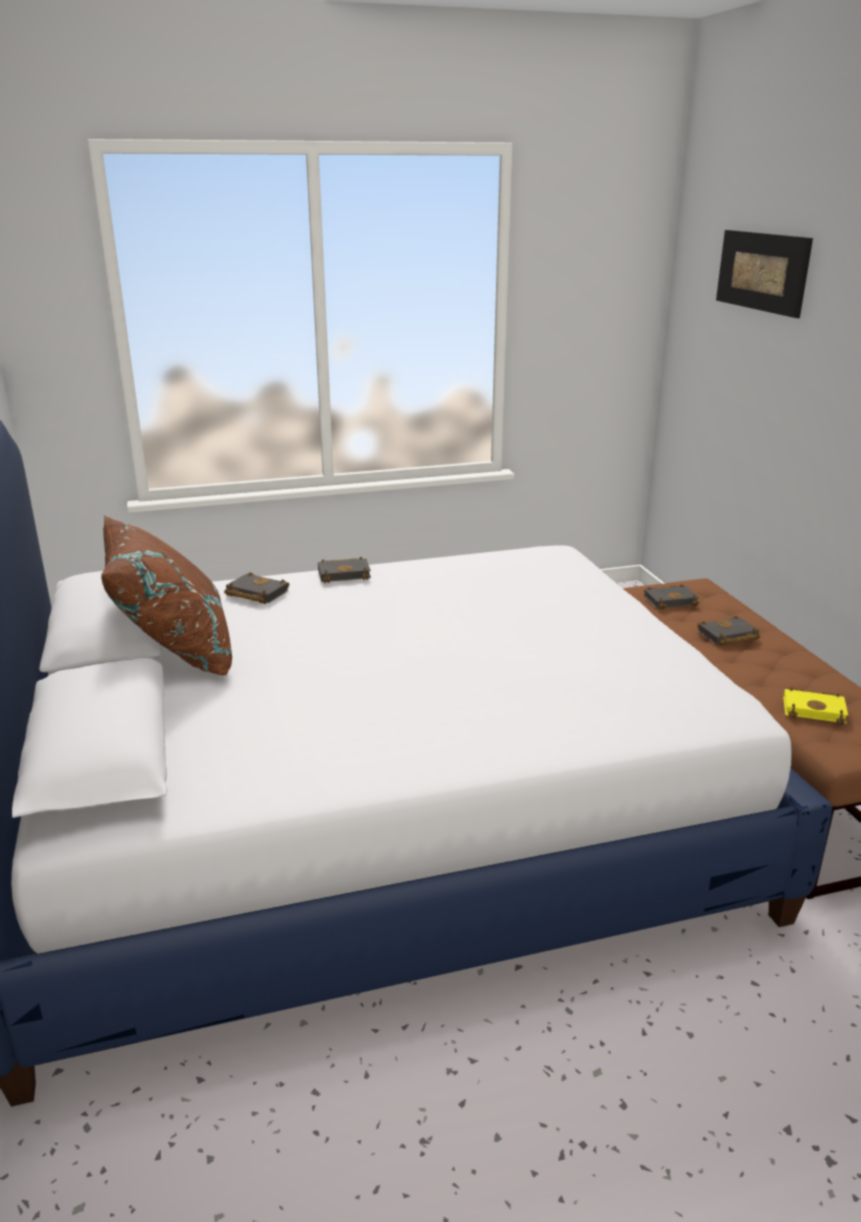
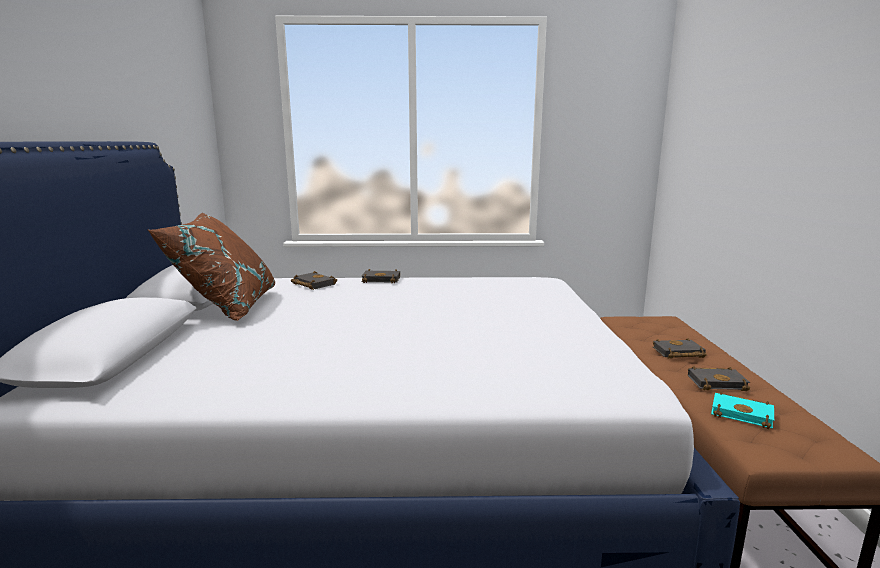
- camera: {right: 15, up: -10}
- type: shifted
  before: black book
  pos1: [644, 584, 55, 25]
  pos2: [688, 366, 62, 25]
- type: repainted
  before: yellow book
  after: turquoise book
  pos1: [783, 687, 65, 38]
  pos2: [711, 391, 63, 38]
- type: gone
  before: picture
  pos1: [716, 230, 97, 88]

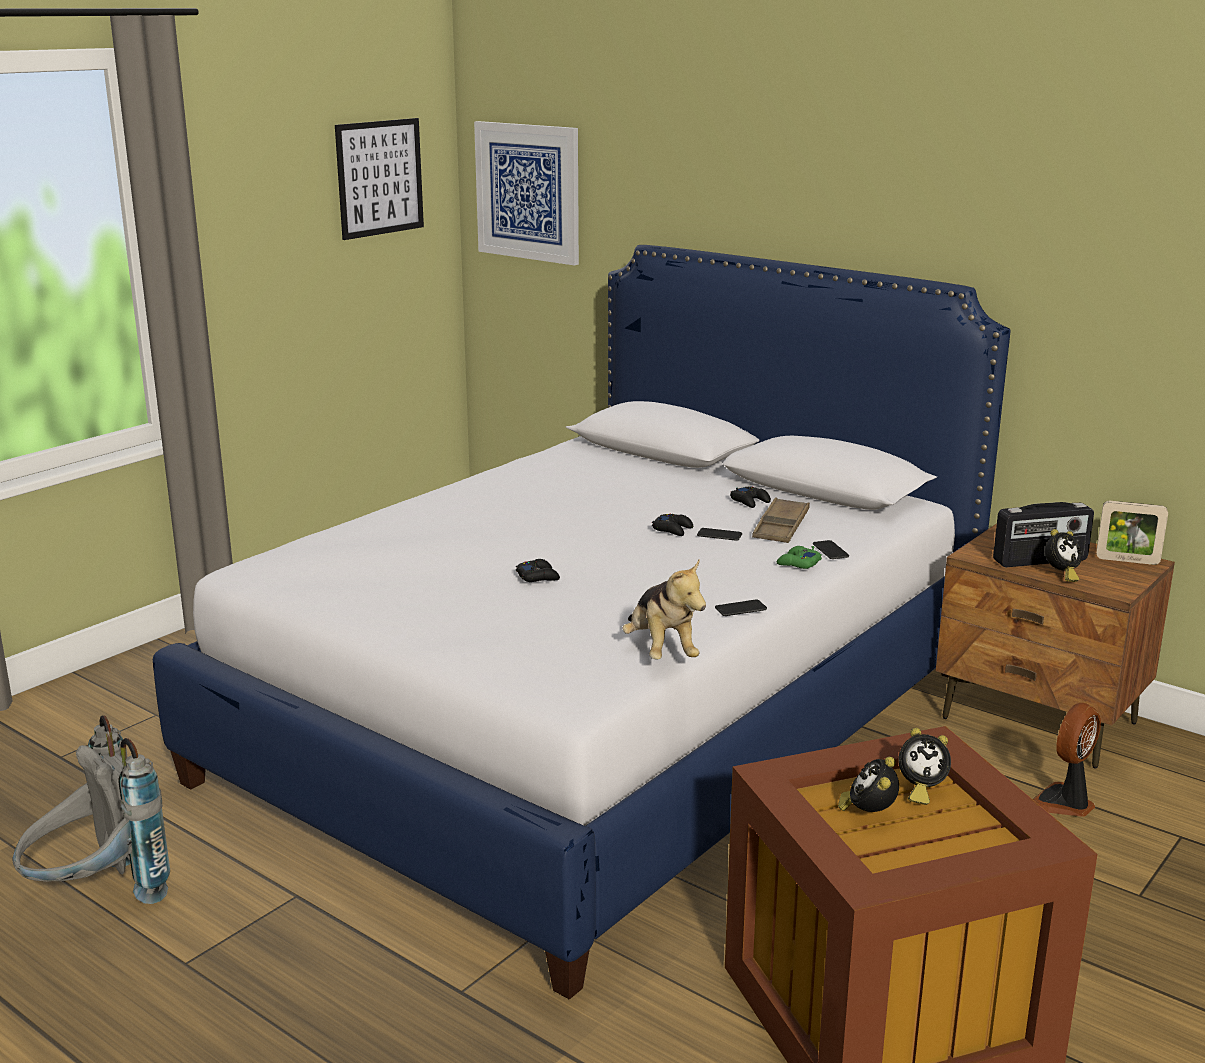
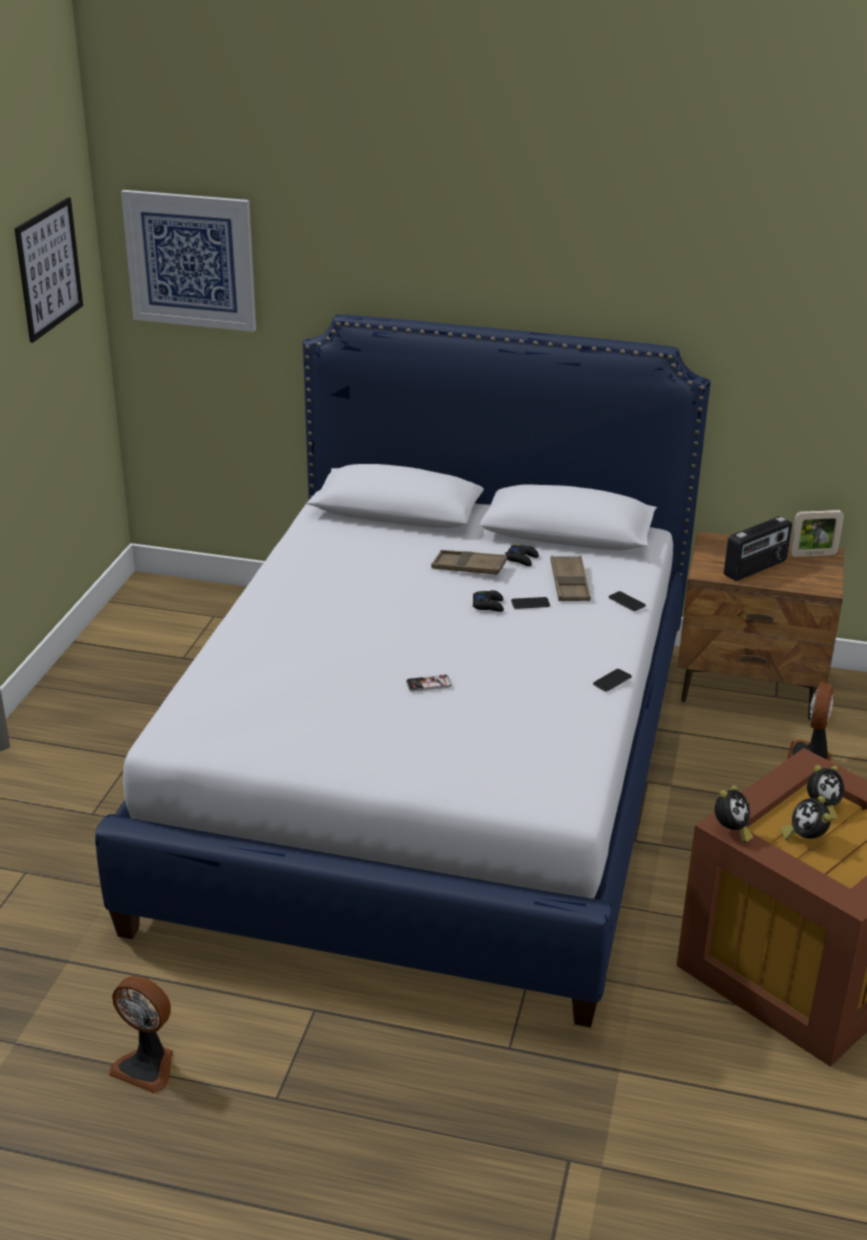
- camera: {right: -25, up: 10}
- type: swapped
  before: grey backpack
  after: fan
  pos1: [12, 715, 158, 189]
  pos2: [109, 976, 64, 117]
- type: swapped
  before: black game controller
  after: phone
  pos1: [516, 559, 44, 23]
  pos2: [406, 674, 46, 18]
- type: new
  after: brown tray
  pos2: [431, 550, 76, 25]
- type: shifted
  before: alarm clock
  pos1: [1045, 529, 37, 53]
  pos2: [715, 785, 38, 58]
- type: gone
  before: plush toy
  pos1: [622, 560, 84, 100]
- type: gone
  before: green game controller
  pos1: [777, 546, 45, 23]

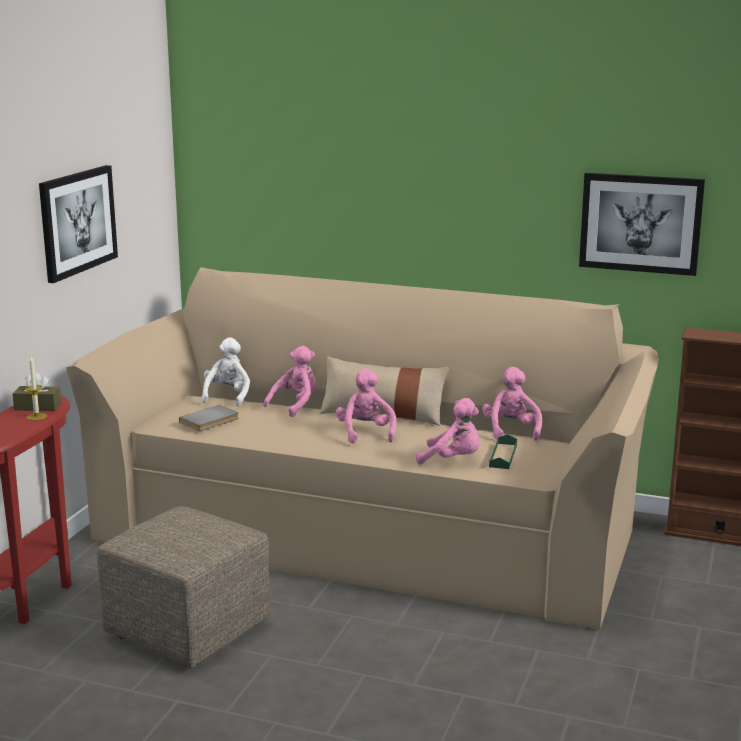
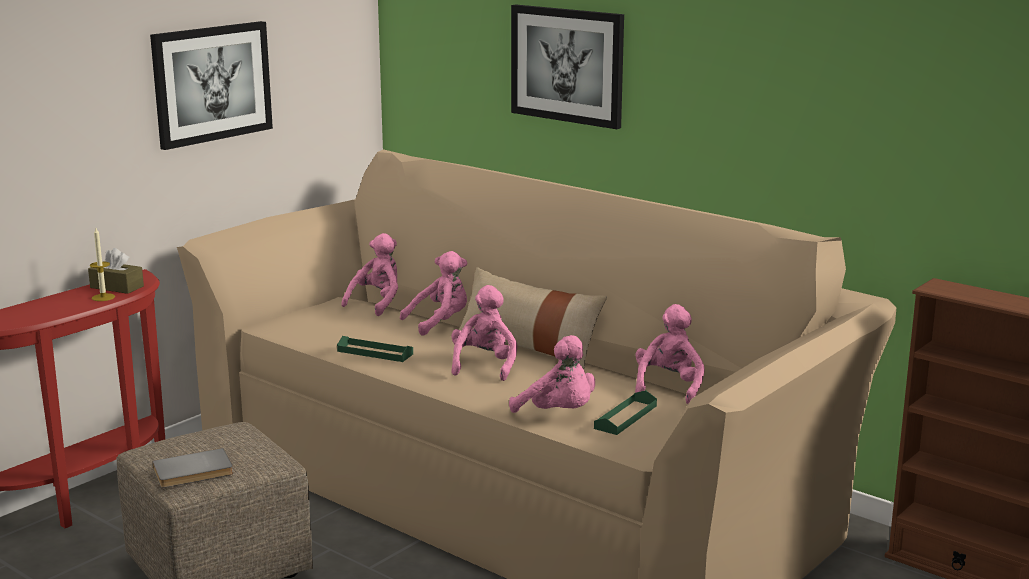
- camera: {right: 20, up: 0}
- type: shifted
  before: grey book
  pos1: [179, 405, 60, 26]
  pos2: [152, 448, 81, 40]
- type: new
  after: green tray
  pos2: [337, 336, 76, 26]
- type: repainted
  before: white plush toy
  after: pink plush toy
  pos1: [202, 337, 48, 70]
  pos2: [341, 233, 57, 83]
- type: shifted
  before: picture
  pos1: [579, 173, 126, 103]
  pos2: [511, 5, 113, 124]

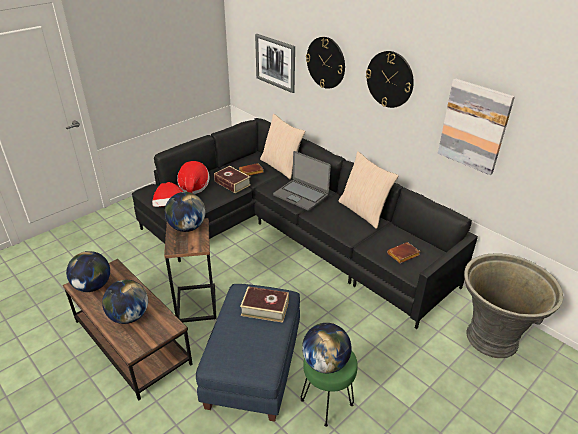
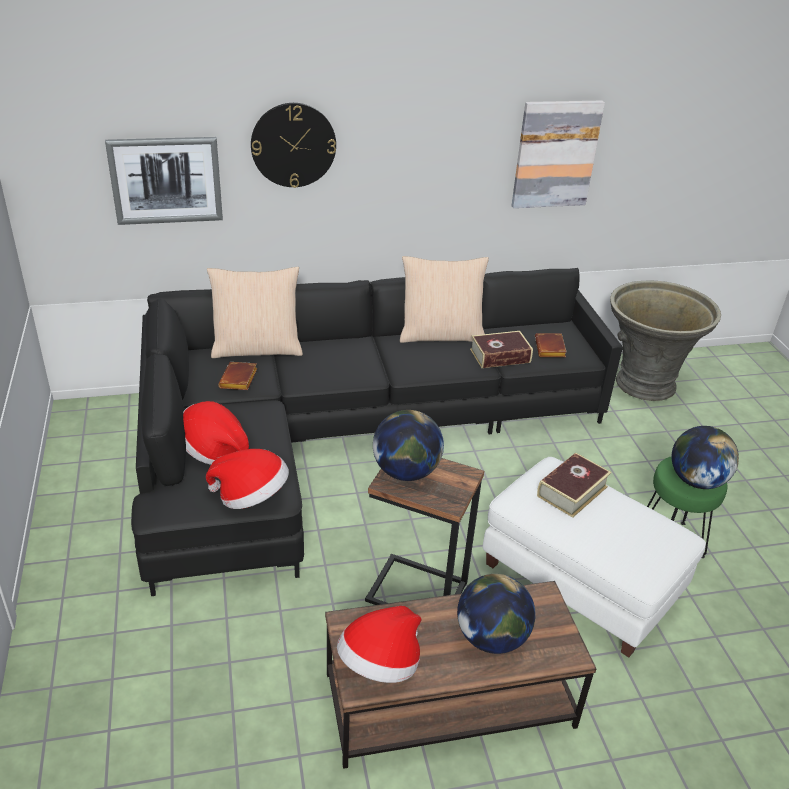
- camera: {right: -60, up: 0}
- type: swapped
  before: globe
  after: hat
  pos1: [66, 251, 44, 41]
  pos2: [337, 606, 85, 77]
- type: shifted
  before: book
  pos1: [214, 166, 37, 27]
  pos2: [470, 331, 63, 37]
- type: repainted
  before: blue ottoman
  after: white ottoman
  pos1: [196, 284, 104, 138]
  pos2: [483, 457, 223, 200]
- type: gone
  before: laptop
  pos1: [273, 151, 58, 60]
- type: gone
  before: wall clock
  pos1: [366, 51, 48, 57]

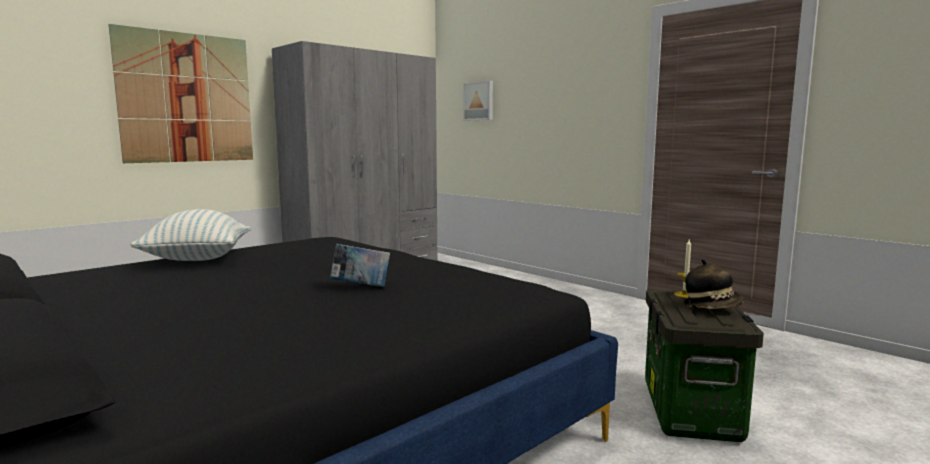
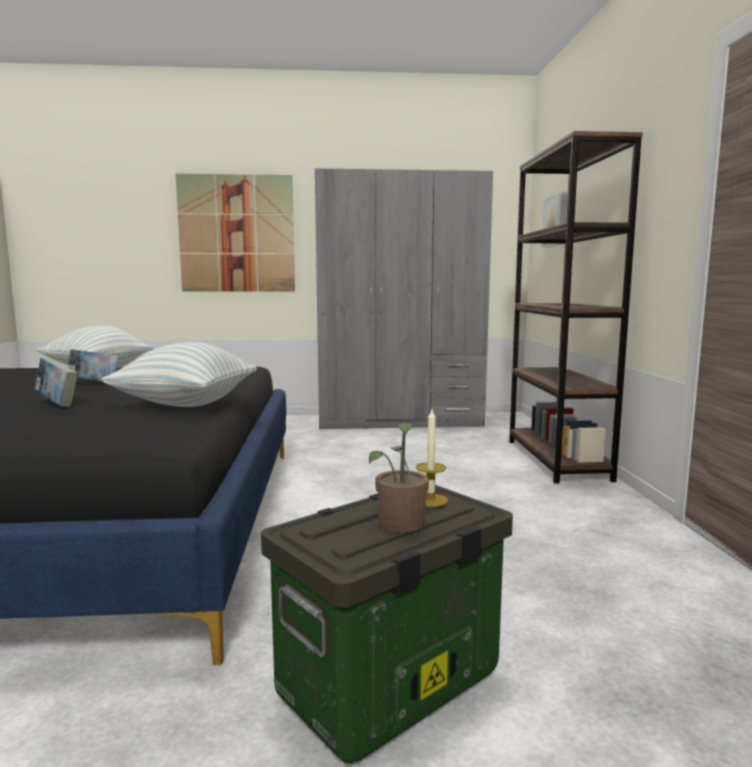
- camera: {right: 40, up: 0}
- type: new
  after: book
  pos2: [68, 349, 50, 32]
- type: new
  after: pillow
  pos2: [101, 342, 156, 65]
- type: swapped
  before: hat
  after: potted plant
  pos1: [683, 259, 61, 50]
  pos2: [369, 423, 60, 109]
- type: new
  after: brown bookcase
  pos2: [509, 131, 134, 353]

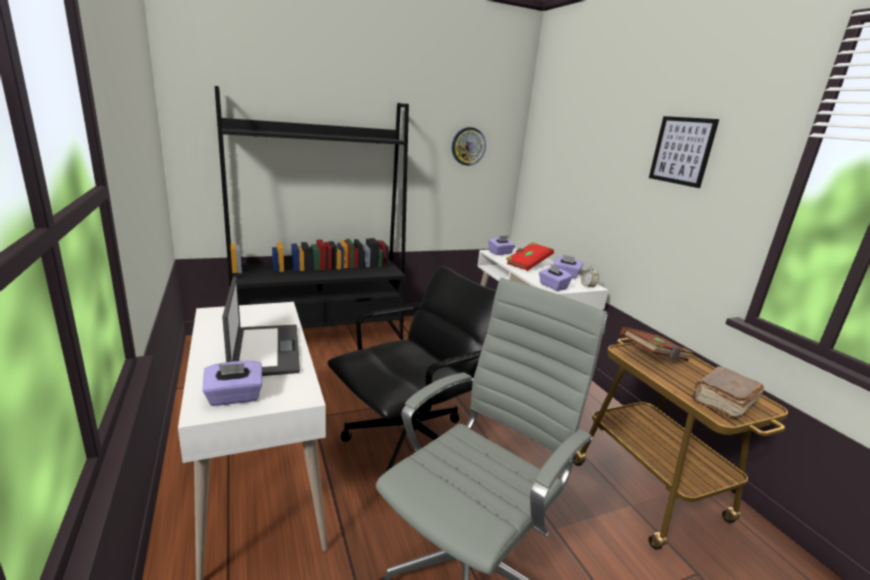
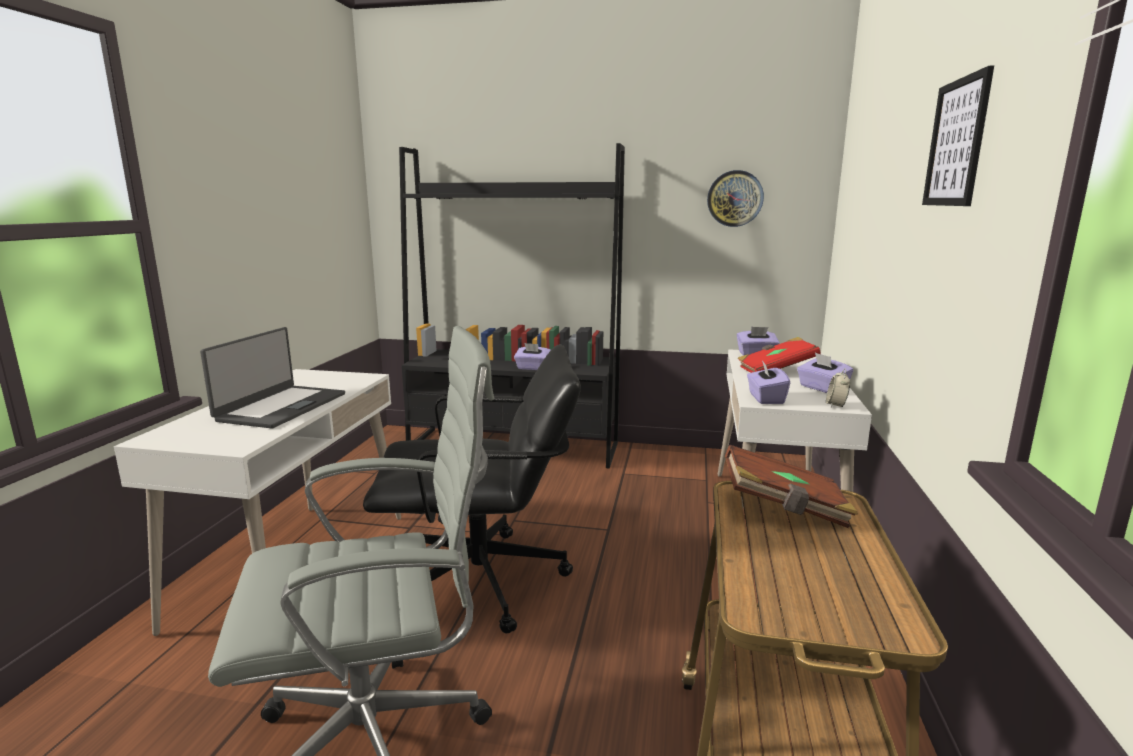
- camera: {right: 35, up: -5}
- type: shifted
  before: purple tissue box
  pos1: [203, 361, 59, 45]
  pos2: [514, 343, 37, 27]
- type: gone
  before: brown book
  pos1: [691, 366, 73, 53]

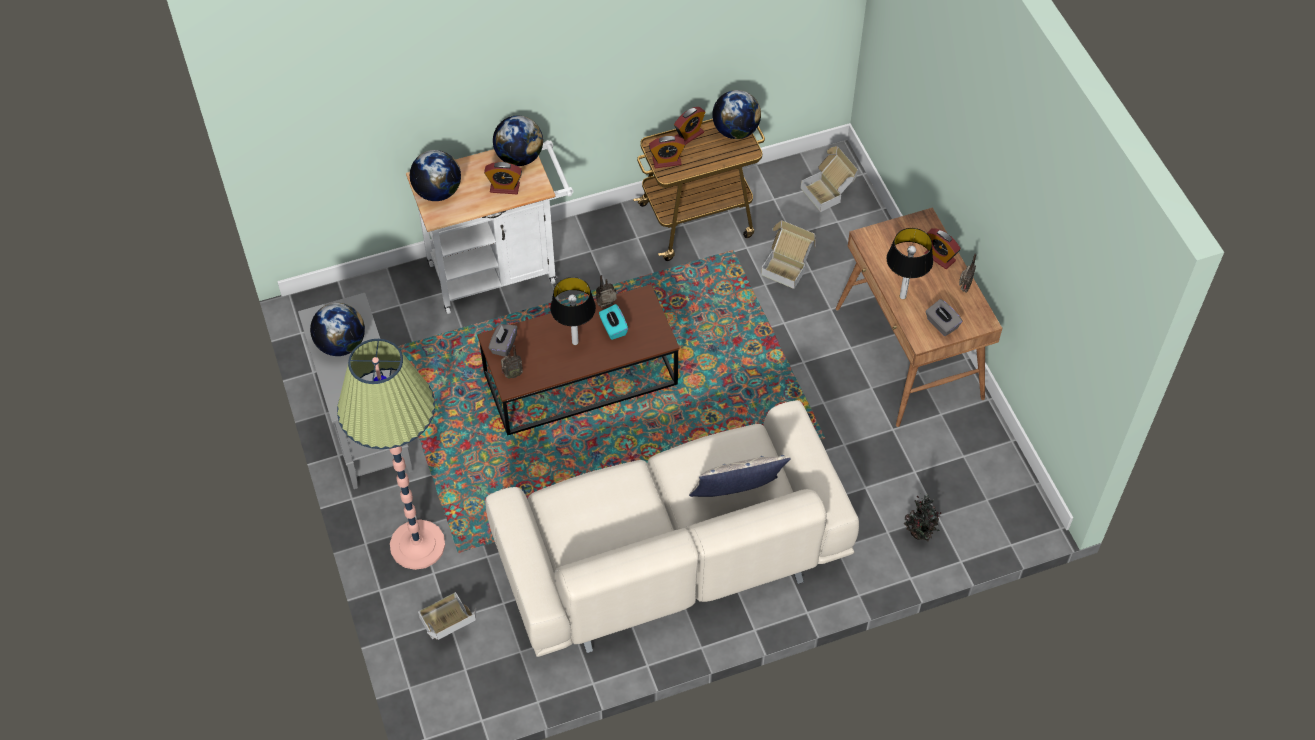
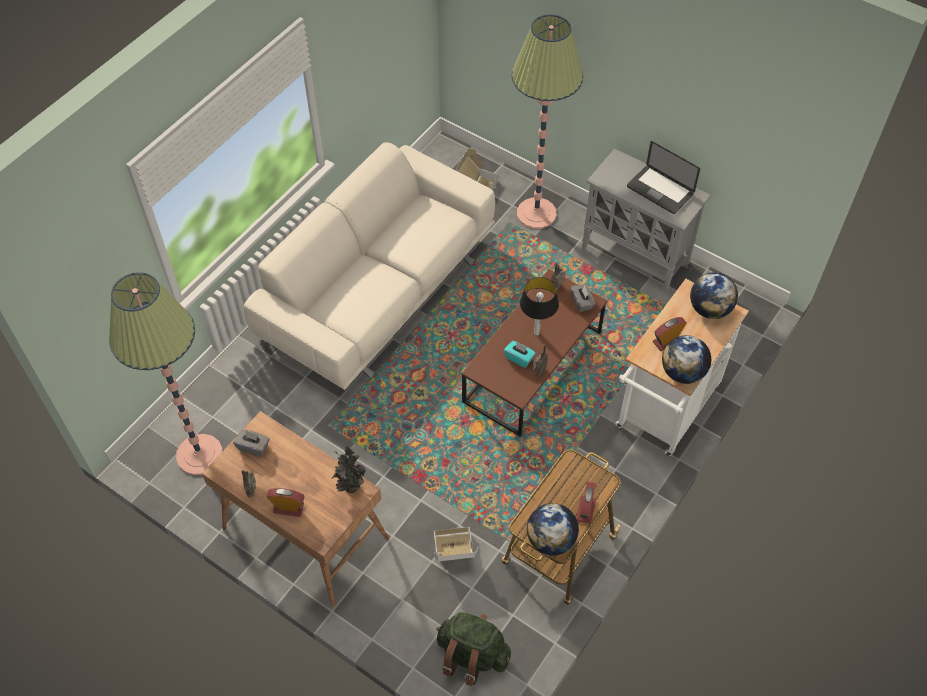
- camera: {right: 145, up: 0}
- type: new
  after: floor lamp
  pos2: [109, 272, 114, 203]
- type: shifted
  before: potted plant
  pos1: [904, 494, 37, 48]
  pos2: [331, 446, 35, 47]
- type: swapped
  before: cardboard box
  after: green backpack
  pos1: [801, 146, 57, 66]
  pos2: [436, 612, 75, 74]
- type: swapped
  before: globe
  after: laptop
  pos1: [310, 303, 55, 53]
  pos2: [627, 141, 73, 73]
- type: gone
  before: alarm clock
  pos1: [649, 136, 36, 32]
- type: gone
  before: pillow
  pos1: [689, 455, 102, 42]
- type: gone
  before: table lamp
  pos1: [887, 228, 46, 71]

